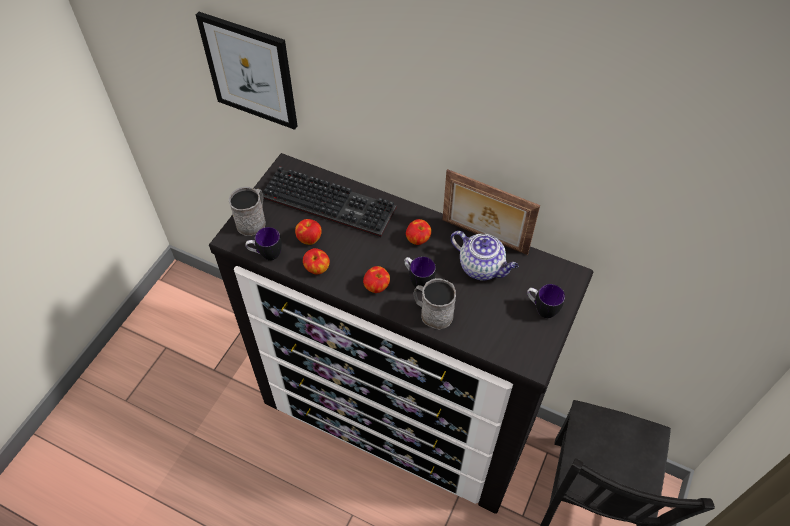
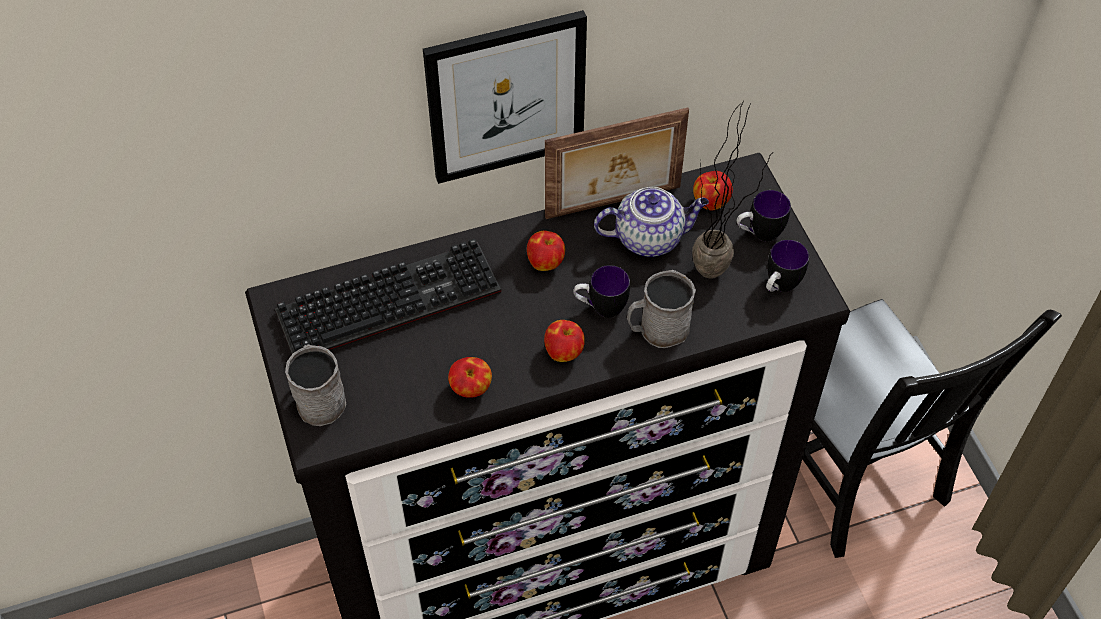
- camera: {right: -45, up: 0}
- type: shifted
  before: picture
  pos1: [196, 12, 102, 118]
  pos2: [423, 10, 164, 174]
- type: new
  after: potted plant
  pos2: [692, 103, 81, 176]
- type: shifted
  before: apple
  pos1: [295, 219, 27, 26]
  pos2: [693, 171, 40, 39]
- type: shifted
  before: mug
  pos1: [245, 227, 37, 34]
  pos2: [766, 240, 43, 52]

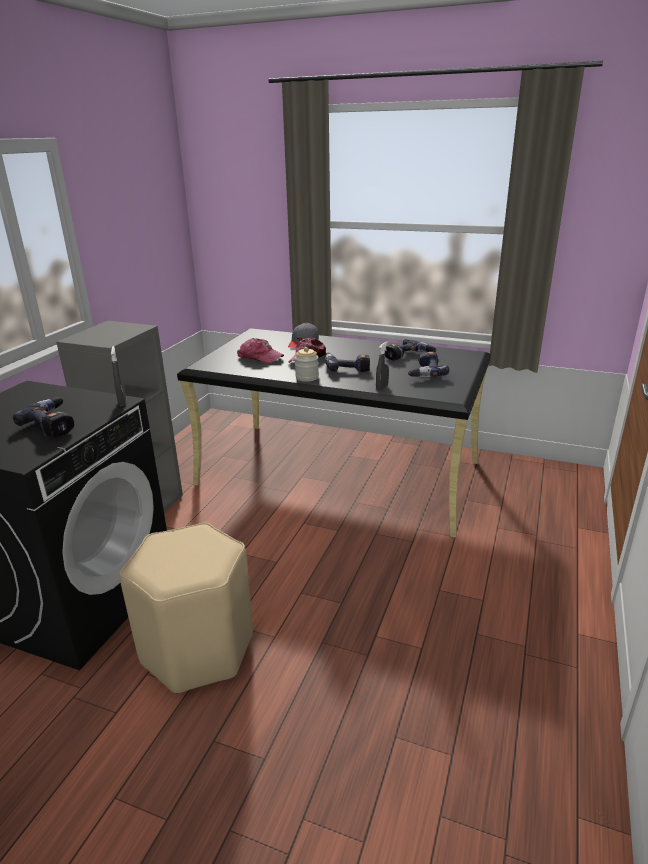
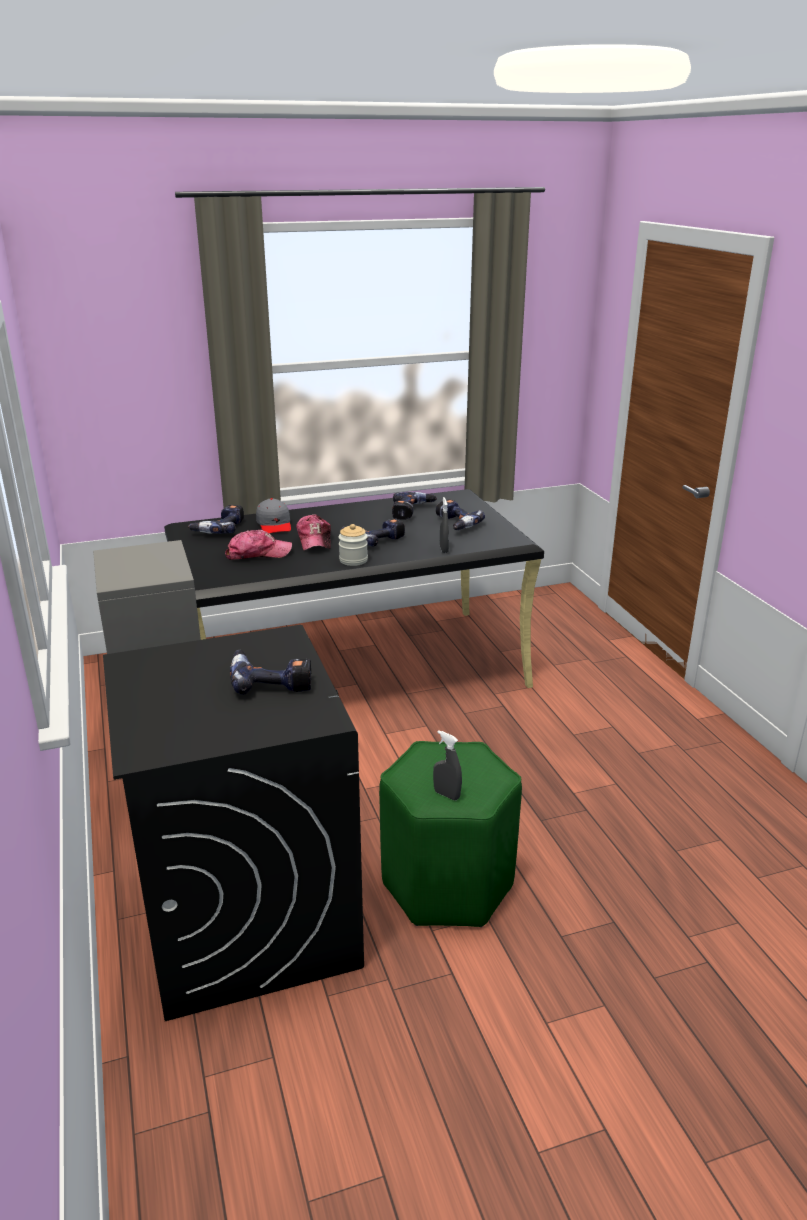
- camera: {right: -40, up: 0}
- type: new
  after: power drill
  pos2: [188, 505, 56, 29]
- type: repainted
  before: beige stool
  after: green stool
  pos1: [119, 522, 134, 172]
  pos2: [379, 741, 143, 186]
- type: shifted
  before: grey spray bottle
  pos1: [111, 346, 15, 60]
  pos2: [433, 730, 29, 70]

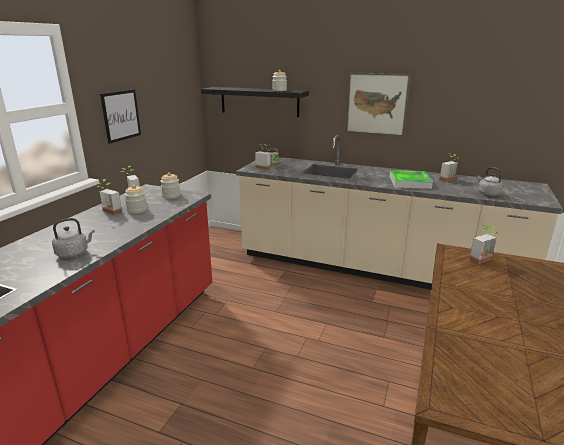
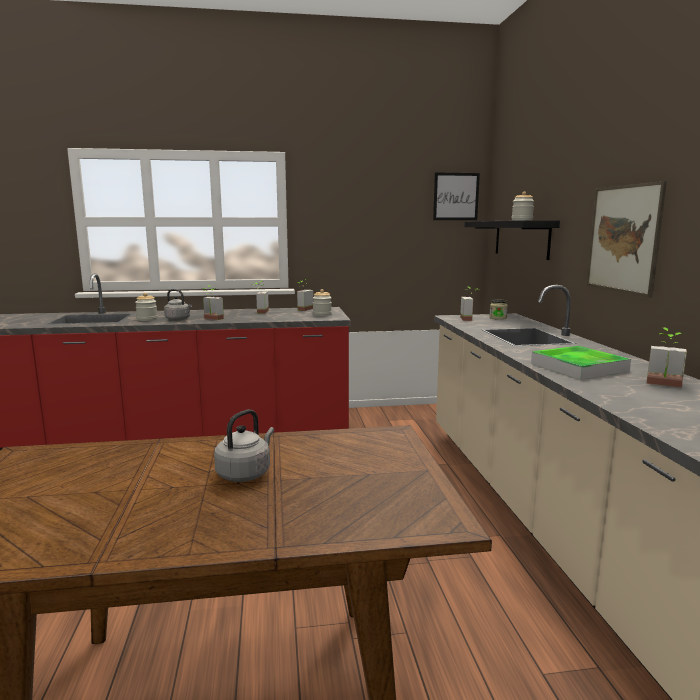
- camera: {right: 60, up: -10}
- type: shifted
  before: jar
  pos1: [124, 185, 23, 28]
  pos2: [135, 293, 23, 28]
- type: shifted
  before: potted plant
  pos1: [469, 225, 31, 39]
  pos2: [201, 285, 23, 35]
- type: shifted
  before: grey kettle
  pos1: [477, 167, 26, 29]
  pos2: [214, 409, 60, 73]
- type: shifted
  before: picture
  pos1: [100, 89, 41, 55]
  pos2: [433, 172, 47, 48]

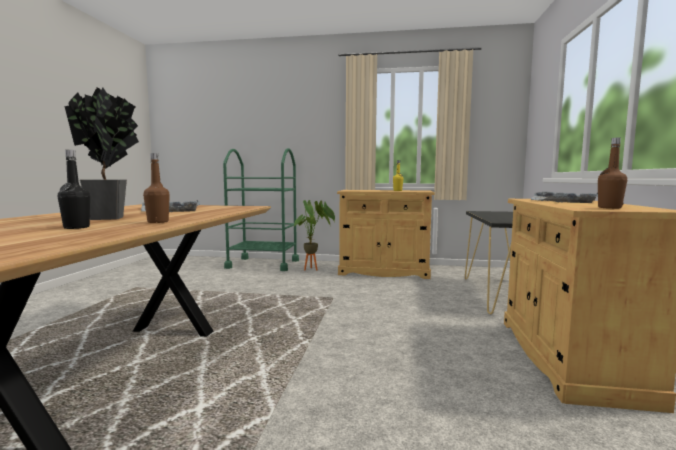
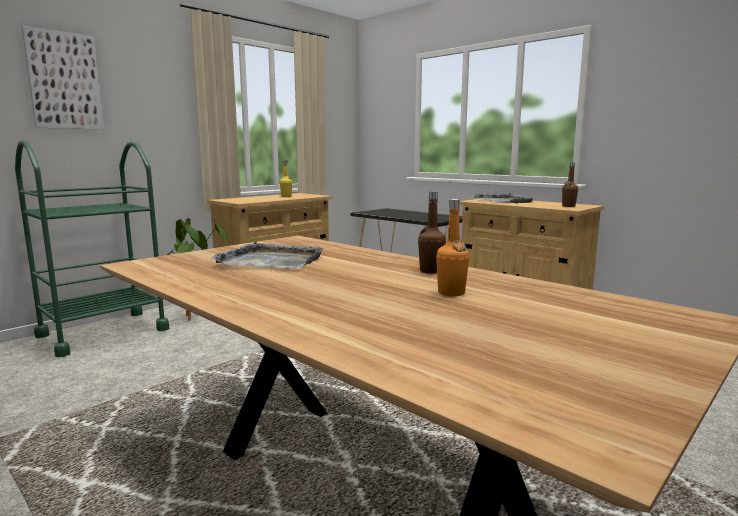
- camera: {right: -55, up: 5}
- type: new
  after: picture
  pos2: [22, 26, 82, 104]
- type: repainted
  before: black bottle
  after: orange bottle
  pos1: [58, 150, 32, 79]
  pos2: [436, 199, 34, 98]
- type: gone
  before: potted plant
  pos1: [64, 88, 75, 132]

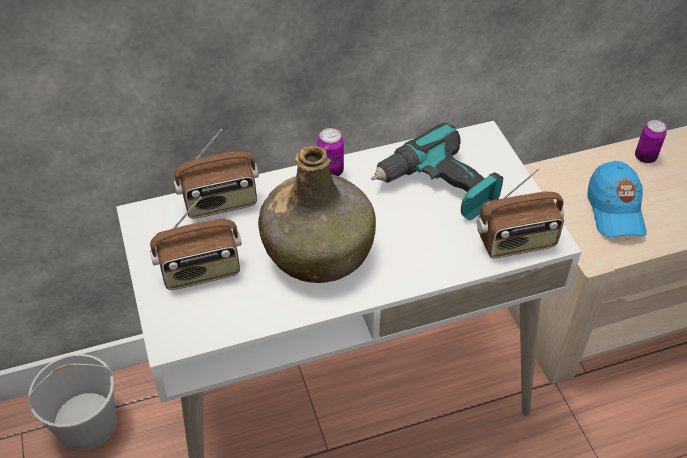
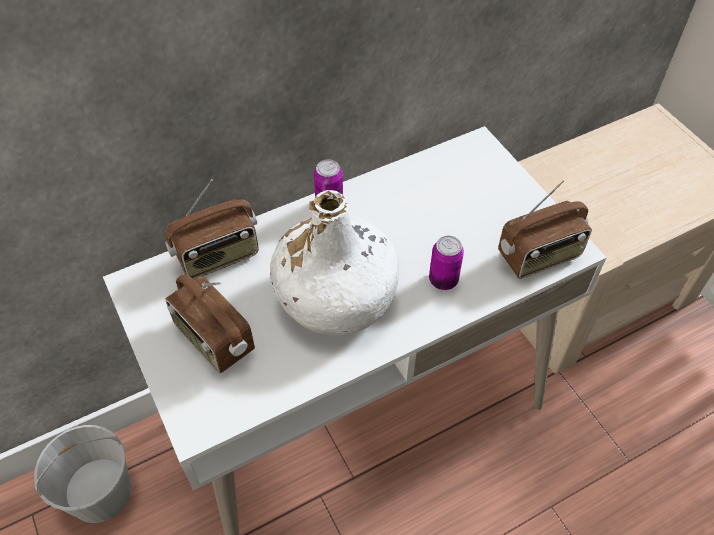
- camera: {right: -10, up: 5}
- type: rotated
  before: radio
  pos1: [150, 197, 92, 93]
  pos2: [165, 274, 90, 99]
  turn: 75
- type: repainted
  before: green bottle
  after: white bottle
  pos1: [258, 145, 118, 138]
  pos2: [270, 190, 129, 146]
- type: shifted
  before: can
  pos1: [635, 120, 32, 43]
  pos2: [429, 236, 35, 54]
- type: gone
  before: power drill
  pos1: [371, 123, 132, 98]
- type: gone
  before: blue cap
  pos1: [587, 161, 60, 76]

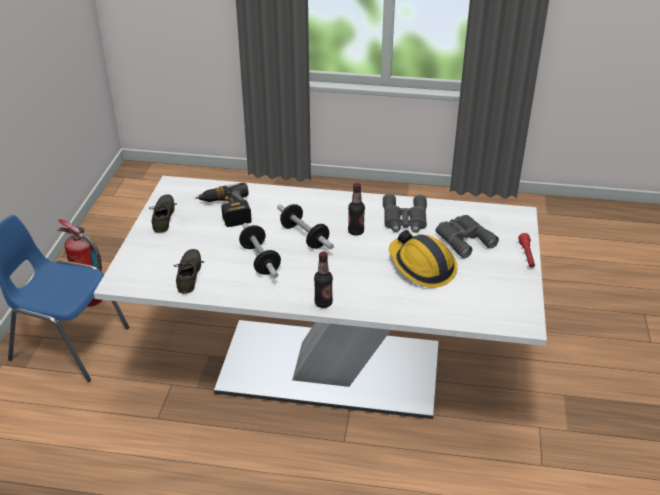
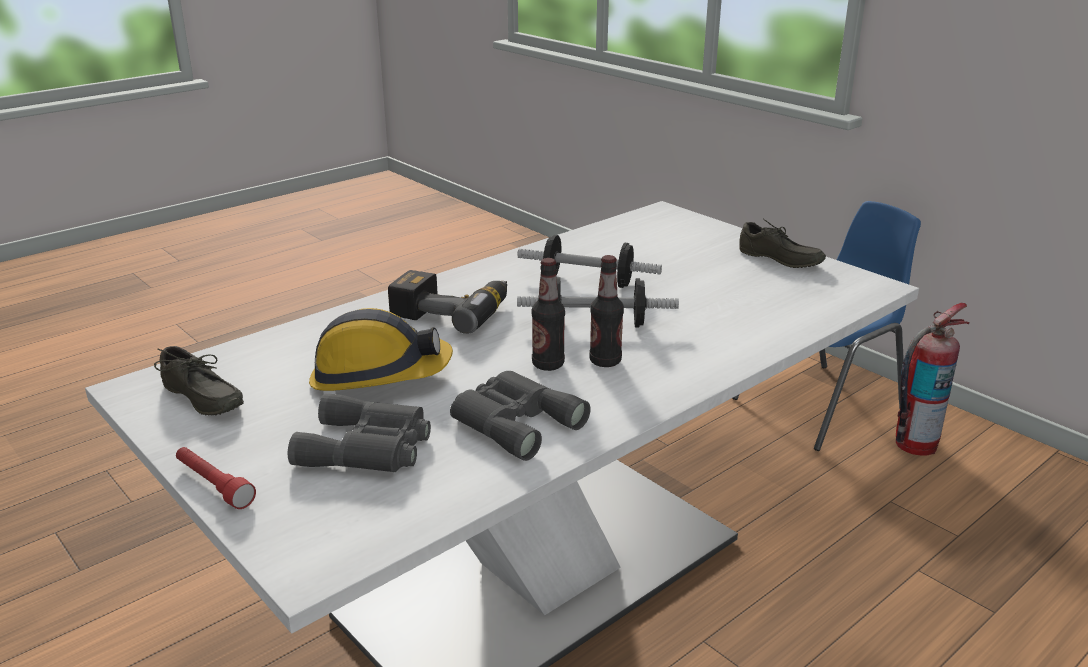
- camera: {right: 130, up: -10}
- type: shifted
  before: grey shoe
  pos1: [174, 249, 30, 45]
  pos2: [154, 346, 90, 70]
- type: shifted
  before: power drill
  pos1: [195, 183, 57, 44]
  pos2: [388, 270, 119, 64]
- type: shifted
  before: bottle
  pos1: [314, 252, 19, 56]
  pos2: [589, 255, 35, 112]

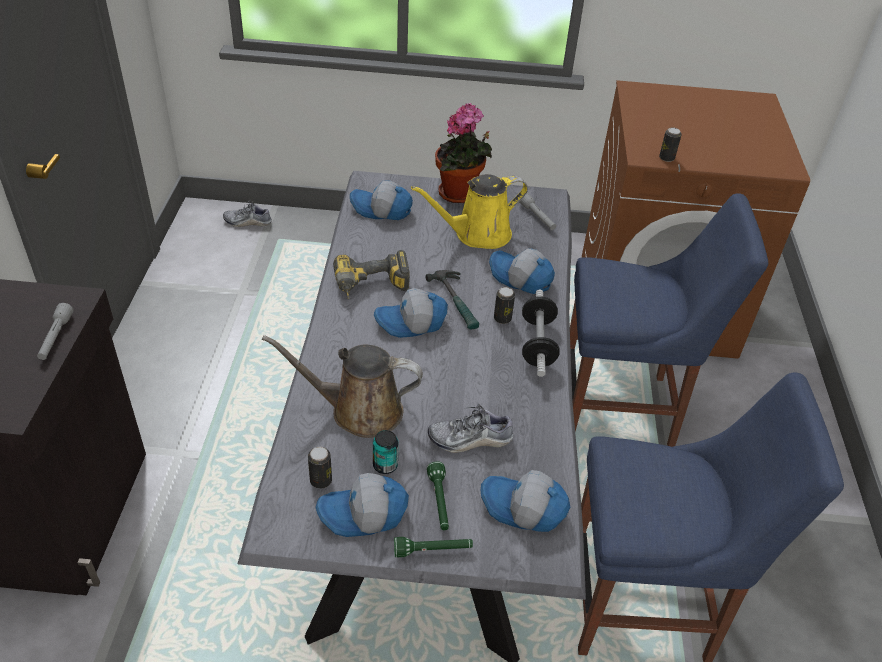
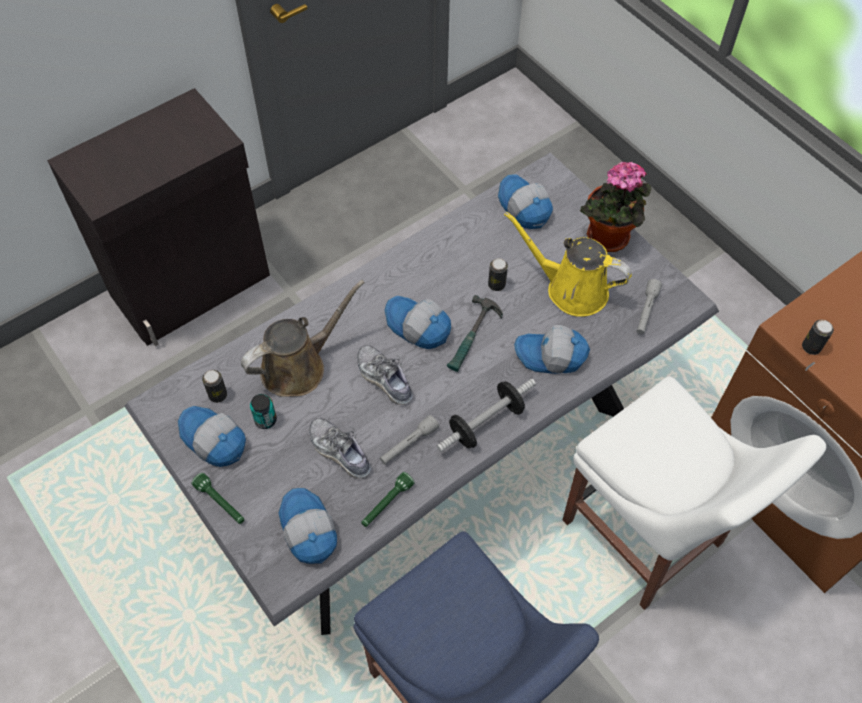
- camera: {right: 50, up: 15}
- type: rotated
  before: brown watering can
  pos1: [262, 335, 161, 103]
  pos2: [241, 280, 124, 117]
  turn: 90
- type: shifted
  before: shoe
  pos1: [223, 200, 49, 27]
  pos2: [357, 345, 56, 60]
- type: shifted
  before: green flashlight
  pos1: [427, 462, 22, 68]
  pos2: [361, 472, 54, 55]
- type: shifted
  before: grey flashlight
  pos1: [37, 303, 37, 57]
  pos2: [380, 415, 59, 49]
- type: shifted
  before: can
  pos1: [494, 287, 21, 37]
  pos2: [488, 258, 20, 33]
- type: rotated
  before: cap
  pos1: [489, 248, 66, 46]
  pos2: [514, 325, 76, 49]
  turn: -75
- type: repainted
  before: blue chair
  after: white chair
  pos1: [570, 193, 198, 254]
  pos2: [563, 376, 263, 234]
- type: gone
  before: power drill
  pos1: [333, 250, 77, 49]

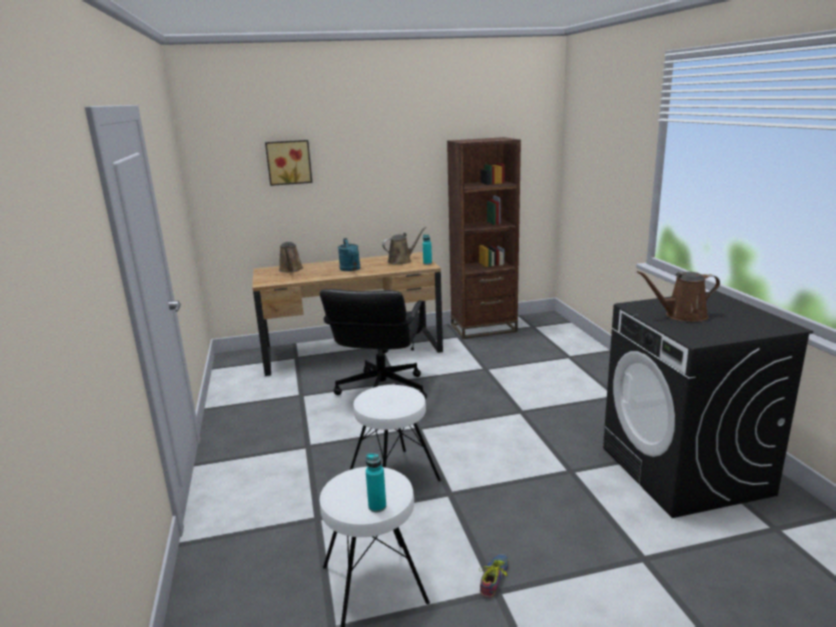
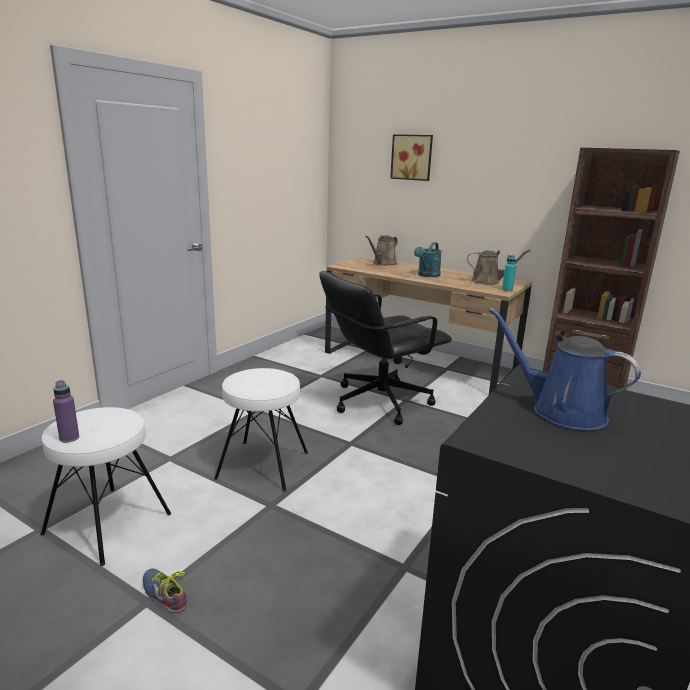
- camera: {right: 45, up: 0}
- type: repainted
  before: turquoise bottle
  after: purple bottle
  pos1: [366, 453, 20, 59]
  pos2: [53, 380, 26, 63]
- type: rotated
  before: shoe
  pos1: [479, 554, 30, 44]
  pos2: [143, 568, 44, 45]
  turn: -120
- type: repainted
  before: brown watering can
  after: blue watering can
  pos1: [637, 271, 83, 51]
  pos2: [489, 308, 152, 122]

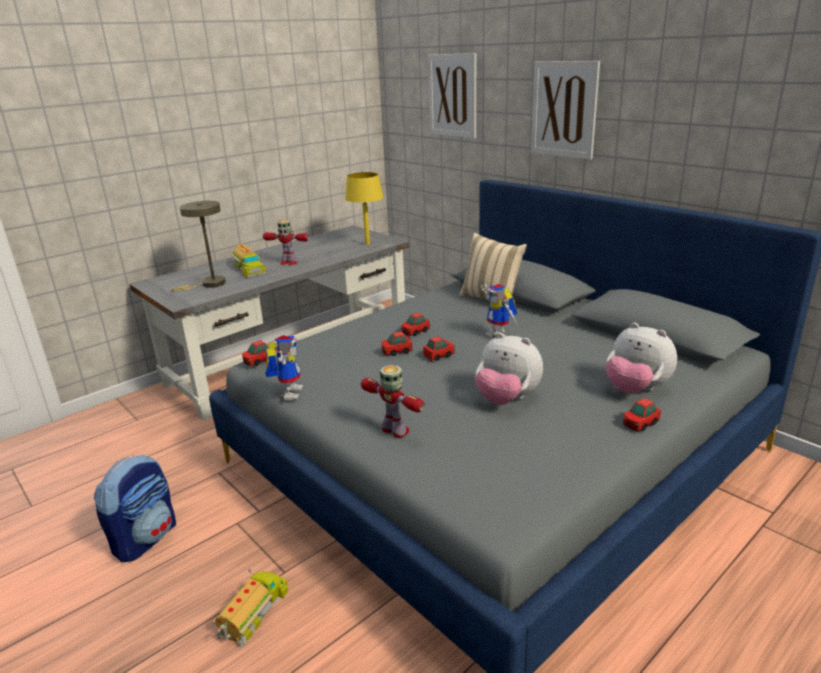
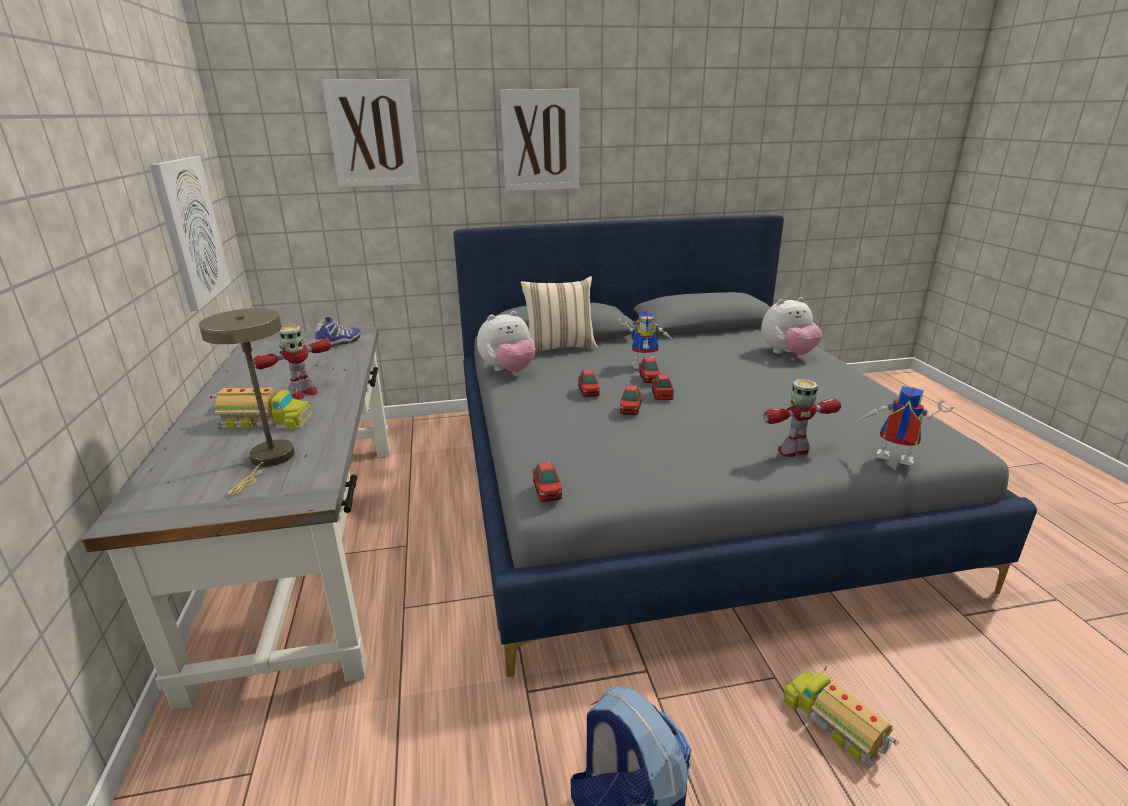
- camera: {right: -60, up: 0}
- type: new
  after: picture
  pos2: [150, 156, 81, 155]
- type: swapped
  before: yellow table lamp
  after: shoe
  pos1: [345, 172, 39, 73]
  pos2: [315, 317, 46, 30]
- type: shifted
  before: plush toy
  pos1: [475, 333, 68, 72]
  pos2: [477, 311, 58, 61]
- type: shifted
  before: toy car
  pos1: [623, 398, 38, 33]
  pos2: [639, 357, 21, 26]
- type: shifted
  before: toy robot
  pos1: [265, 335, 38, 65]
  pos2: [854, 386, 100, 80]

